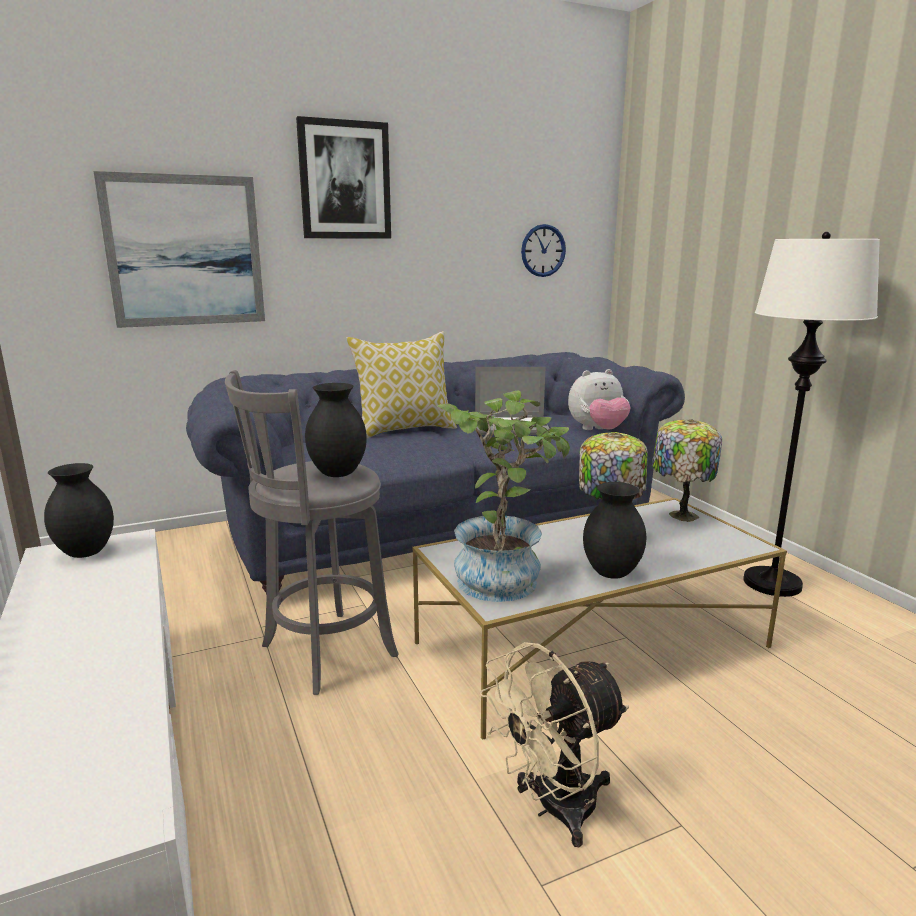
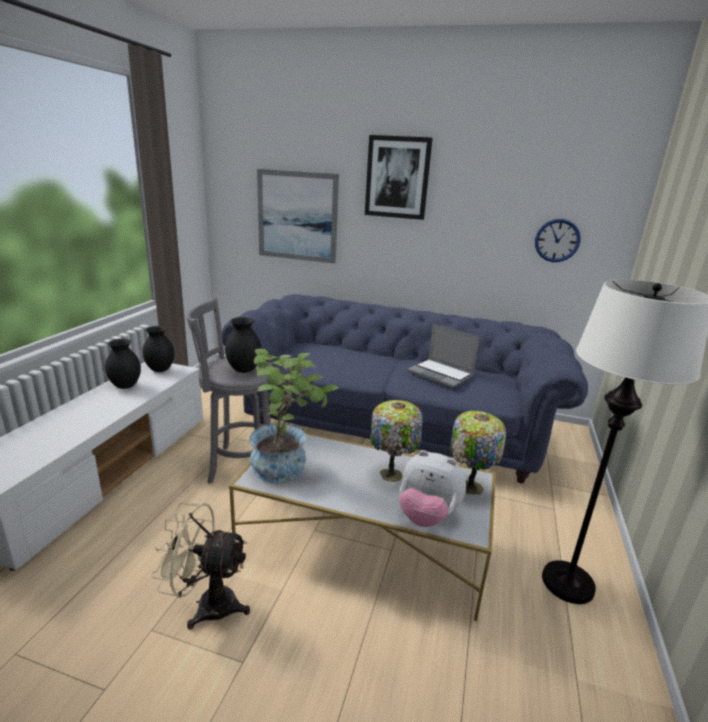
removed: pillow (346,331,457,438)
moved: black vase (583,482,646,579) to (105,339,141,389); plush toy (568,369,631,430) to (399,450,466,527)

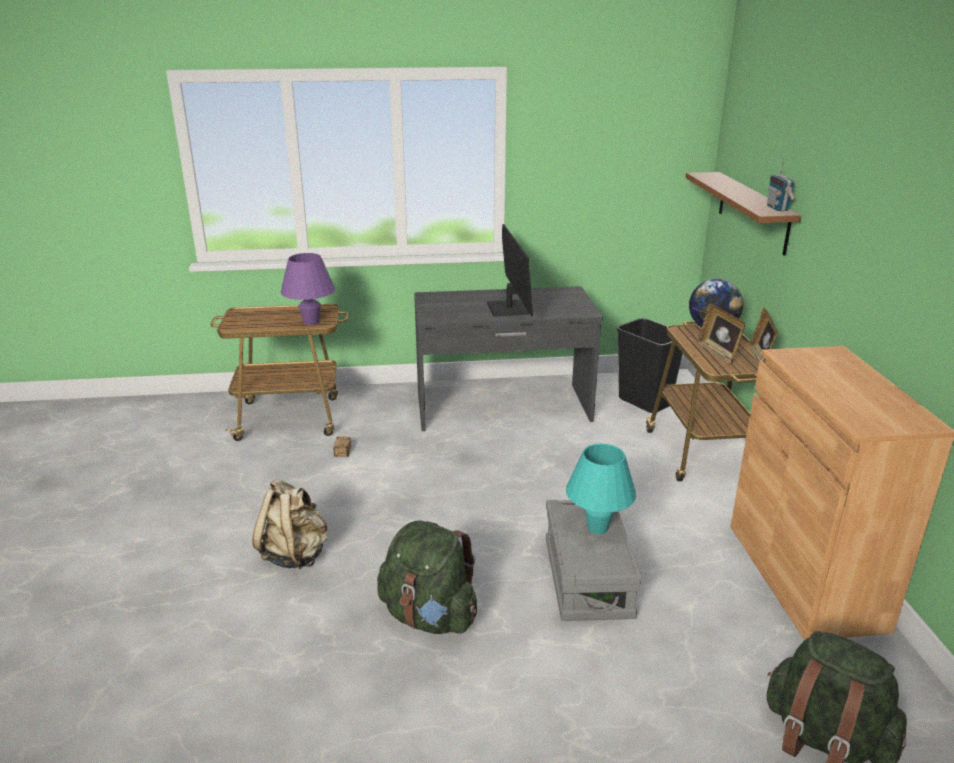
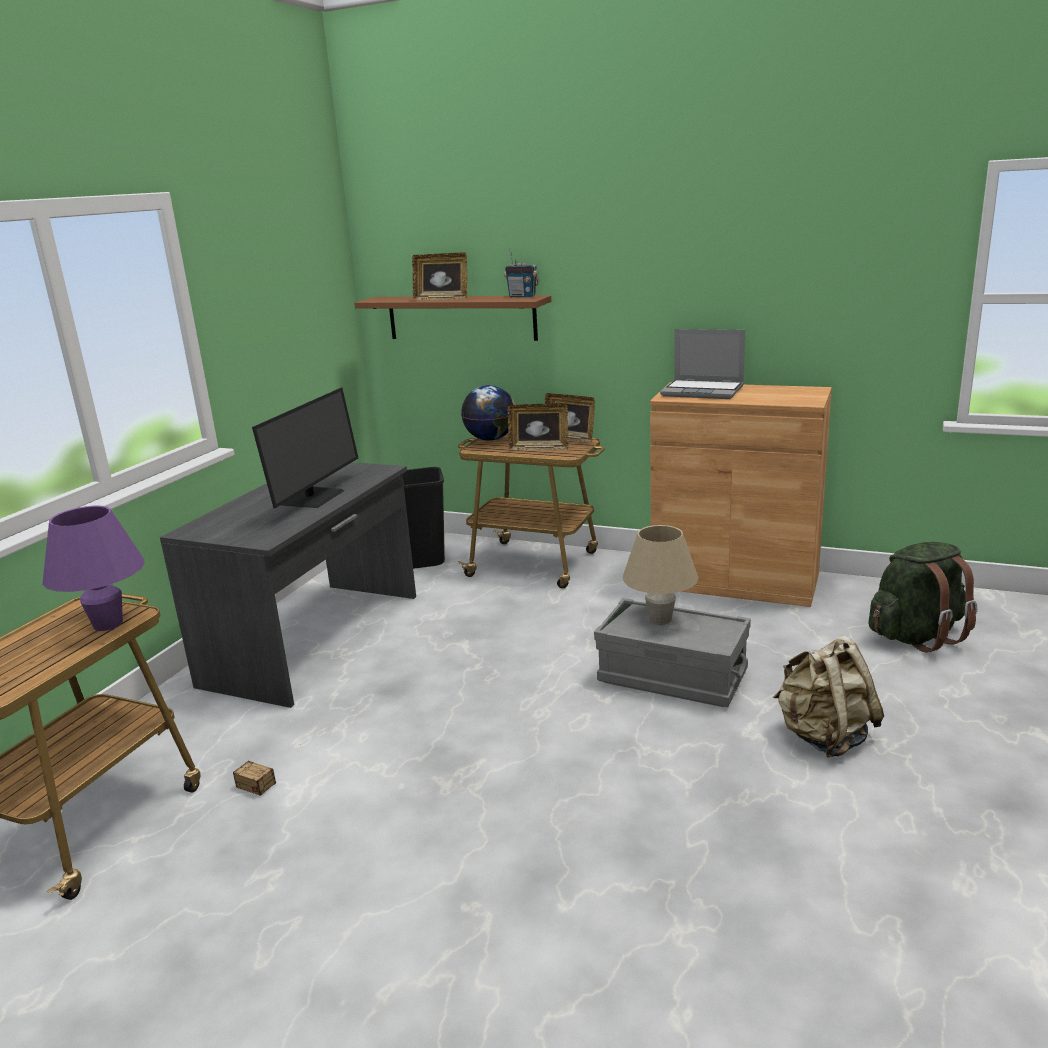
removed: green backpack (377,520,477,634)
added: picture frame (412,252,468,300); laptop (660,329,745,399)
moved: beige backpack (252,480,327,569) to (773,635,884,757)
recoloured: turquoise table lamp (566,443,636,534) to beige table lamp (622,525,699,625)
turned: monitor (487,224,533,317) = (252,387,358,508) 90 degrees clockwise

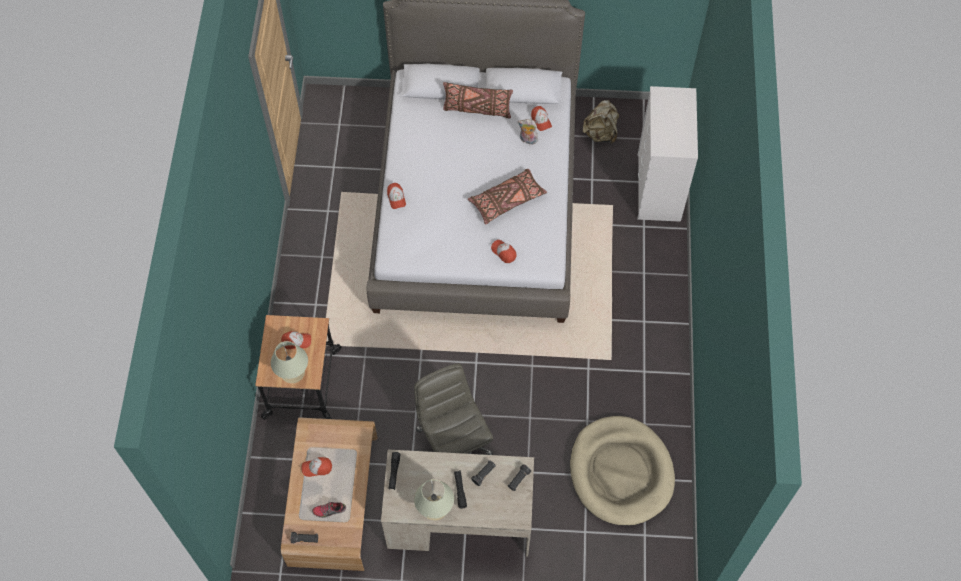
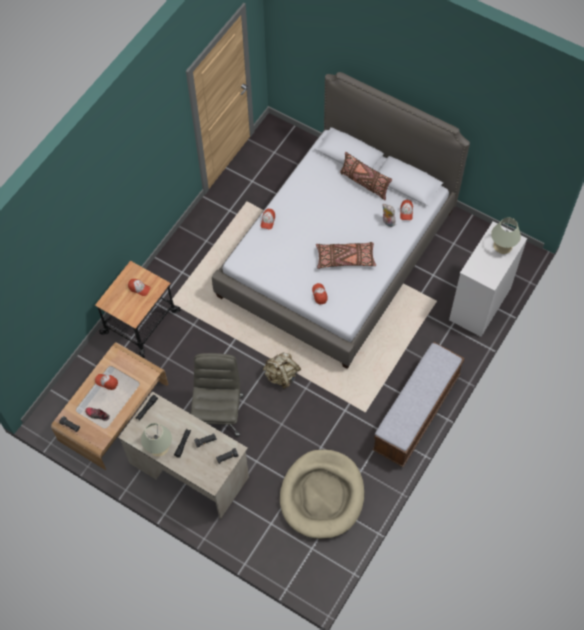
added: bench (373,342,465,467)
moved: beige backpack (582,100,619,144) to (263,352,301,389); beige table lamp (271,341,308,383) to (491,217,521,254)

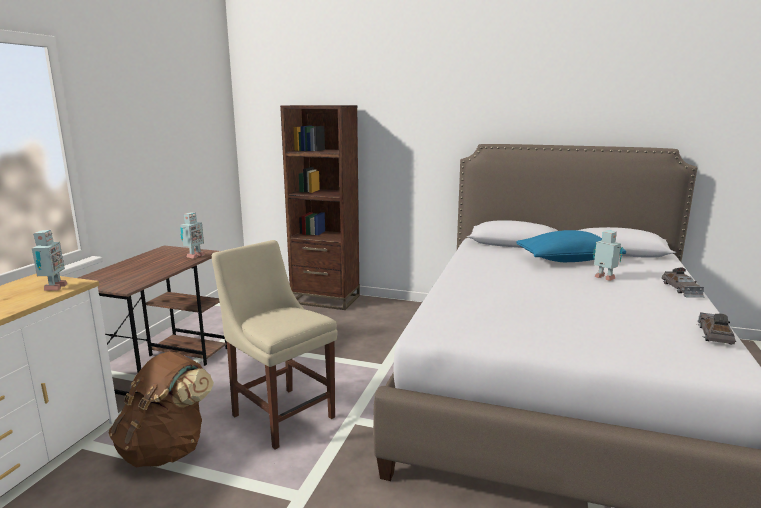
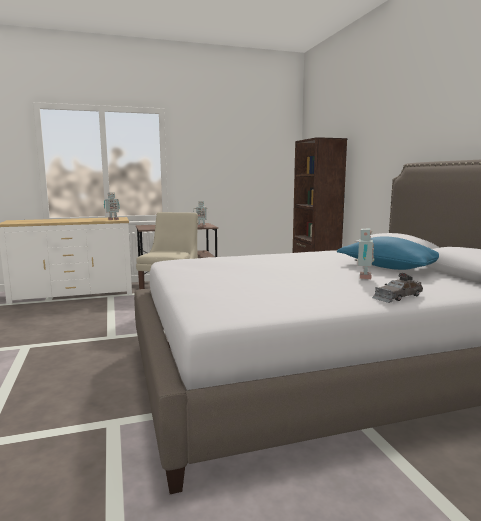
removed: brown backpack (108,351,214,468); grey toy car (697,312,736,345)

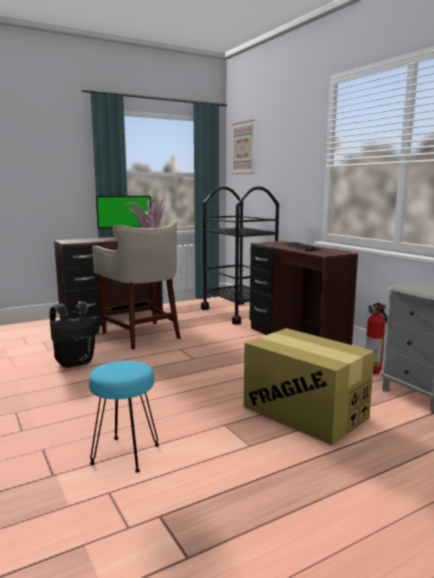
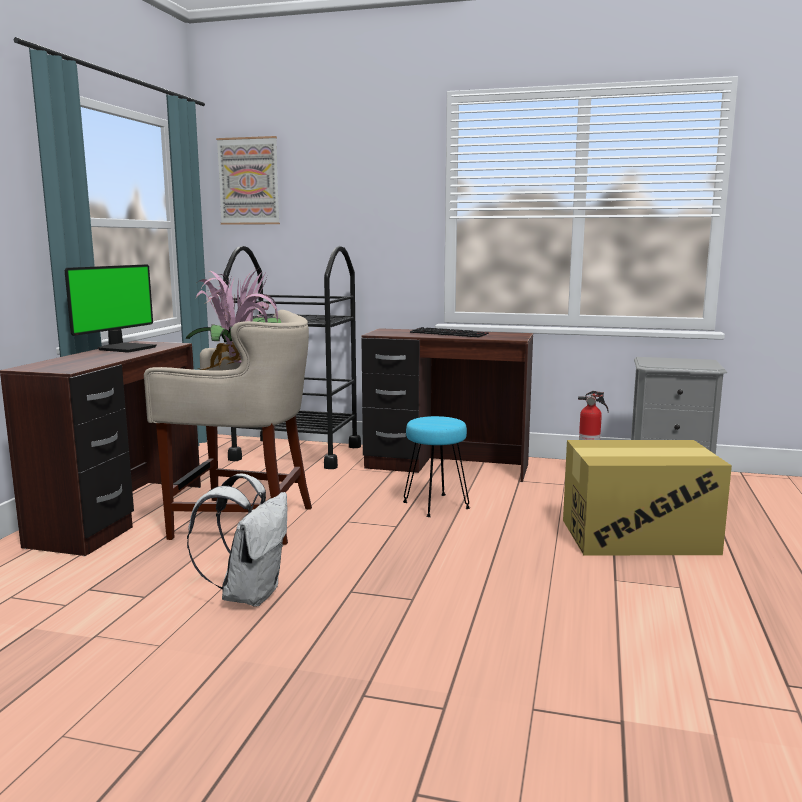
moved: turquoise stool (89,361,159,472) to (403,416,470,517)
recoloured: black backpack (50,301,100,368) to white backpack (187,474,288,606)

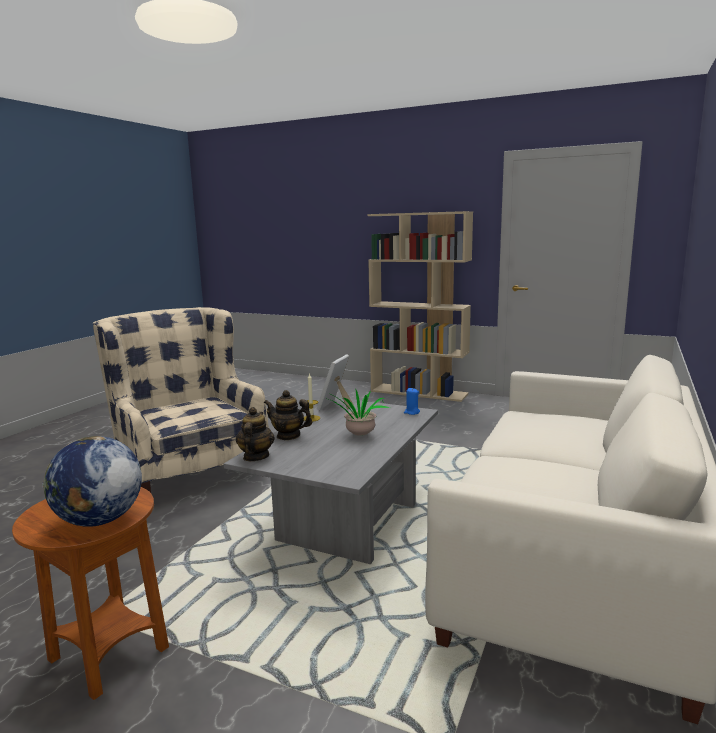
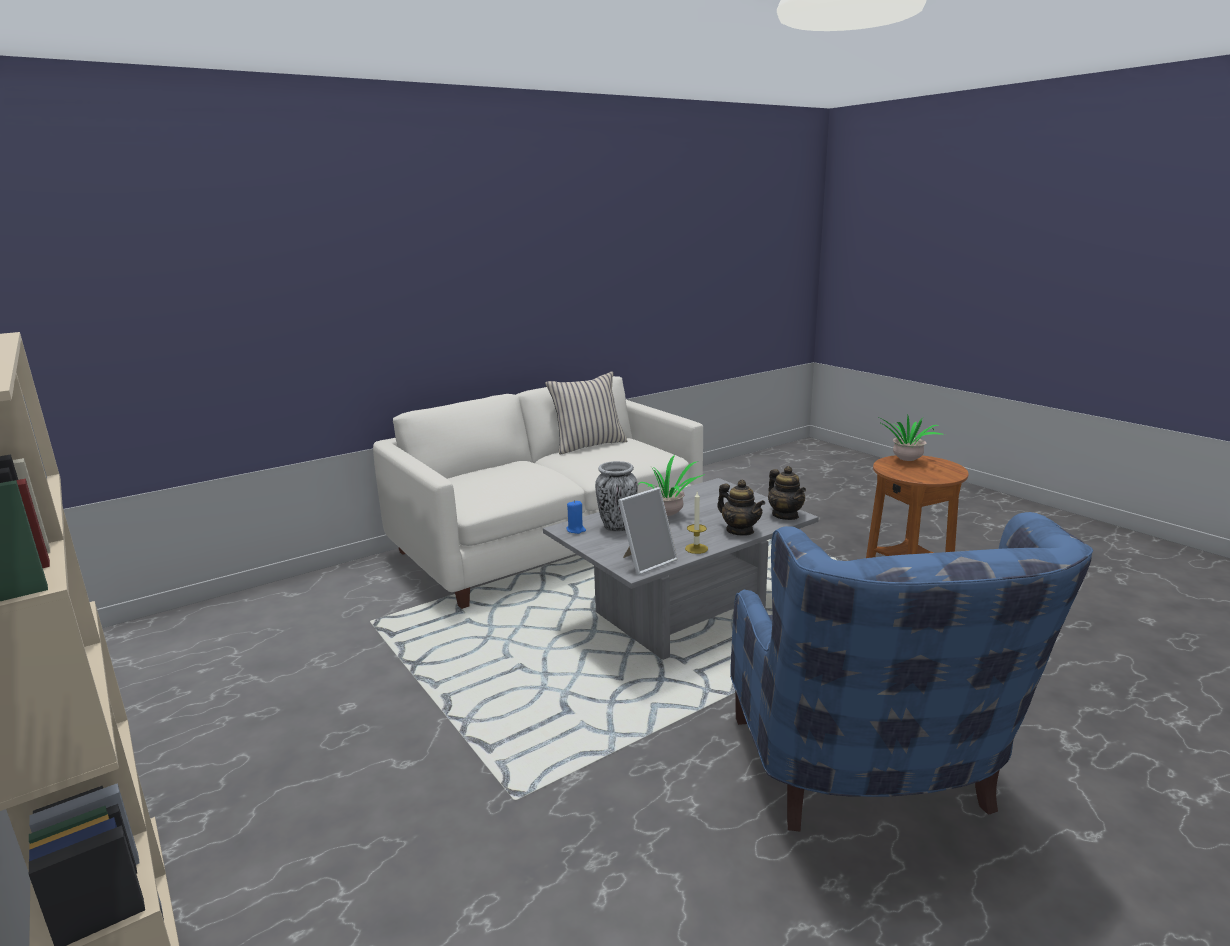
added: beige pillow (545,372,627,454); vase (595,461,638,532)
replaced: globe (42,436,142,527) to potted plant (879,415,945,461)
recoloured: beige armchair (93,307,269,493) to blue armchair (730,512,1093,832)
turned: teapot (236,407,275,461) = (768,466,806,520) 60 degrees counterclockwise

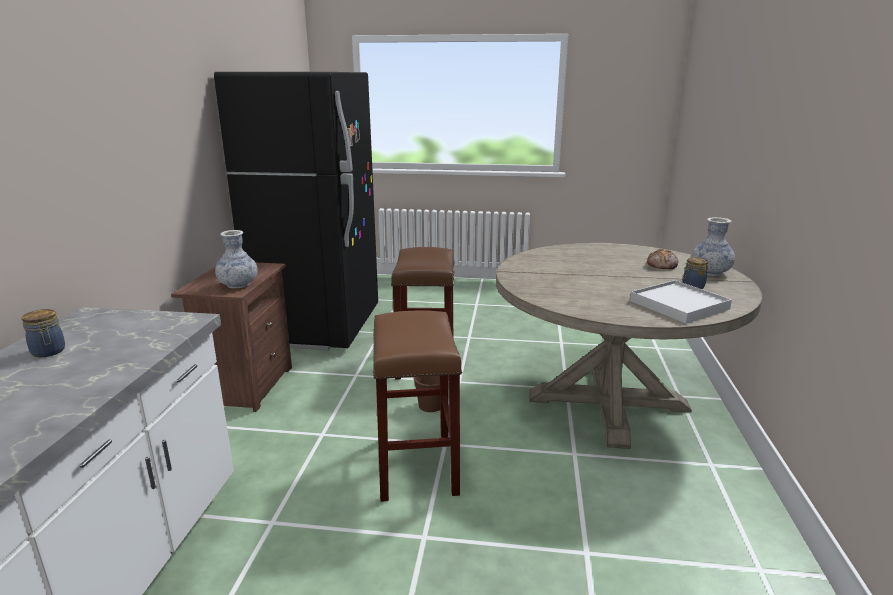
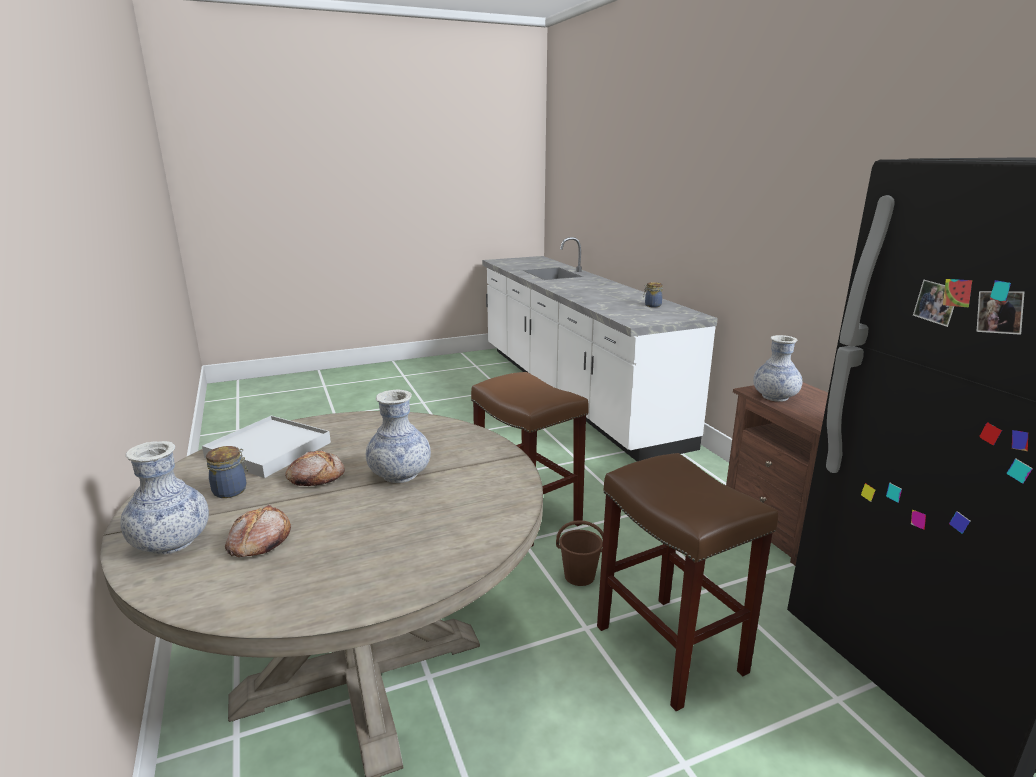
added: bread (285,450,345,486); vase (366,390,431,483)

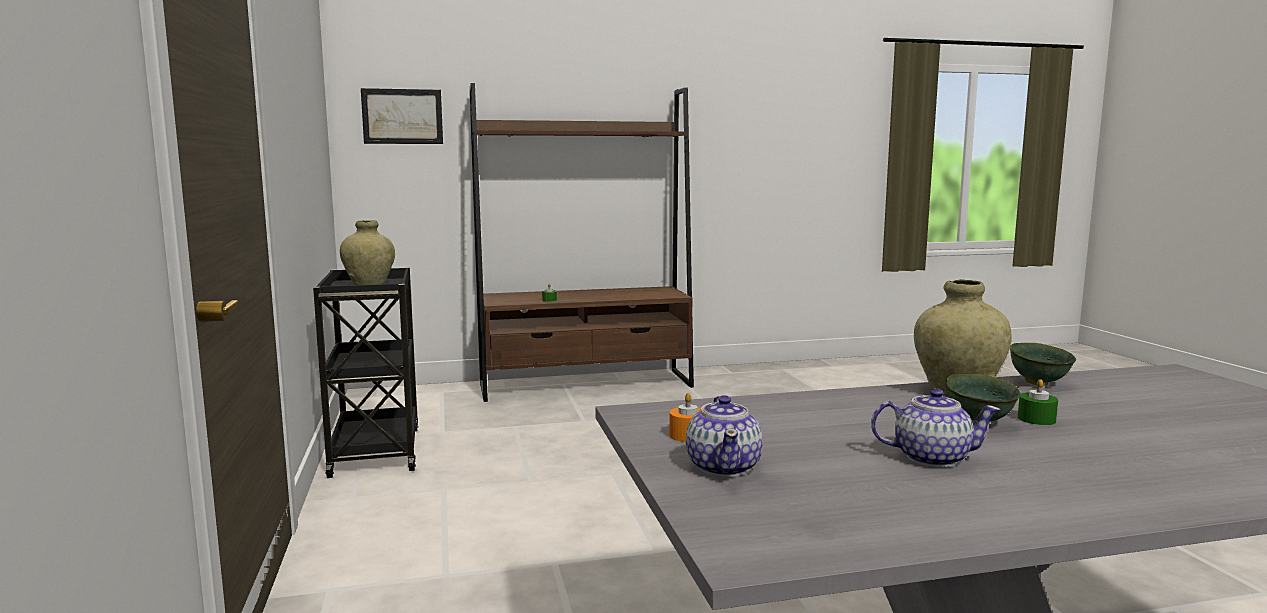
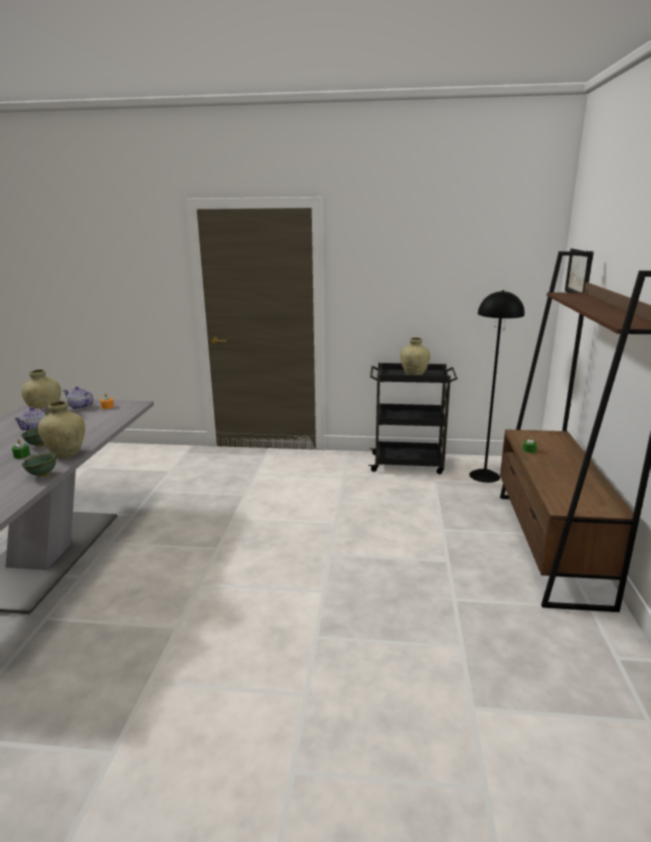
added: beige vase (22,369,61,416); black floor lamp (469,290,525,483)

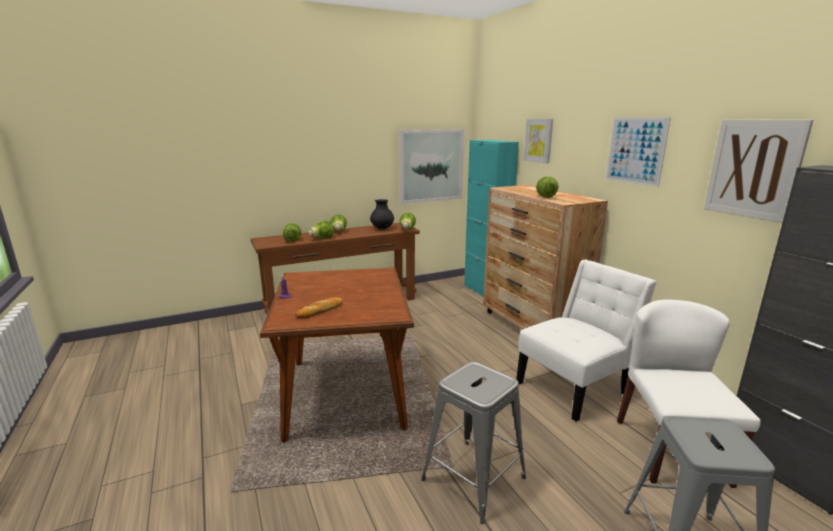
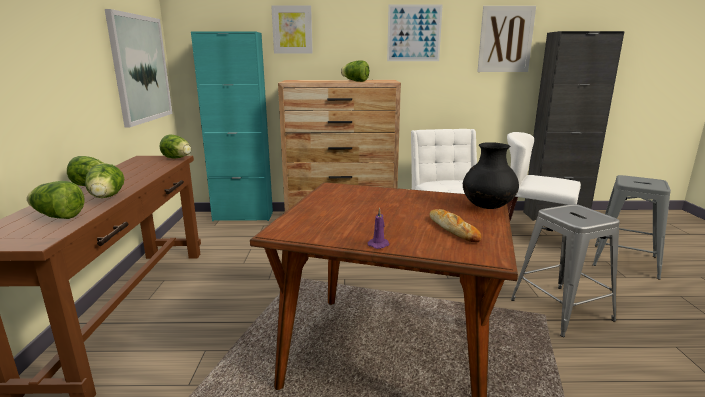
moved: black vase (370,199,394,229) to (463,142,519,209)

